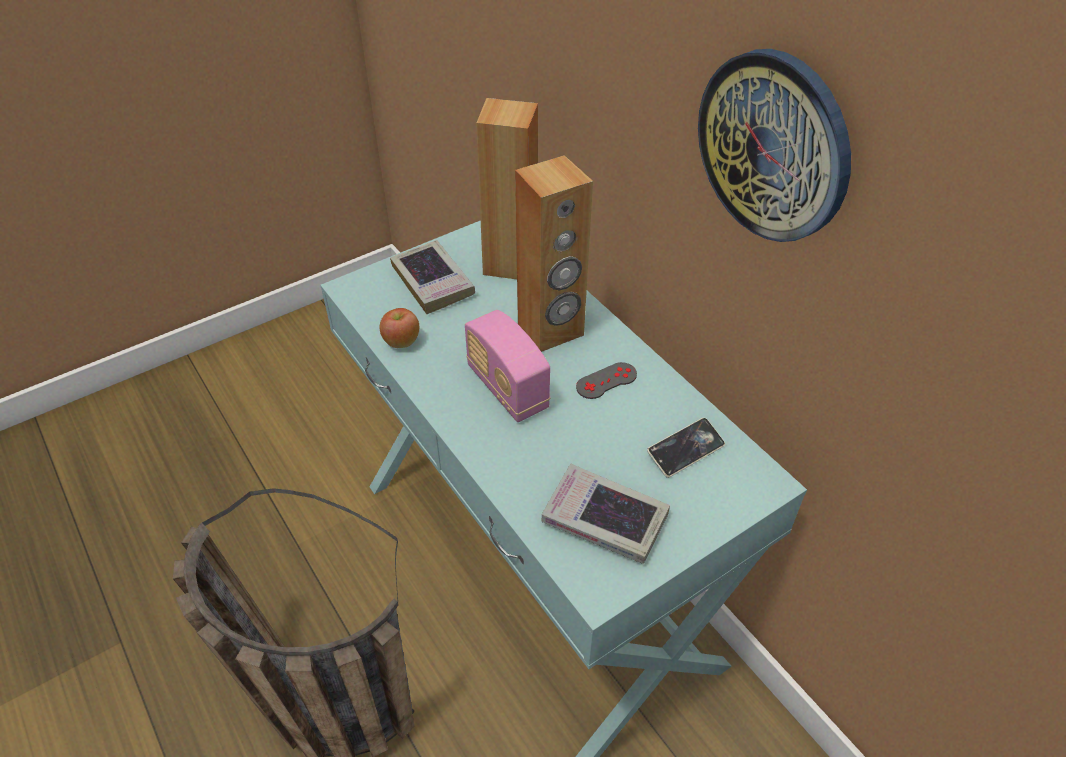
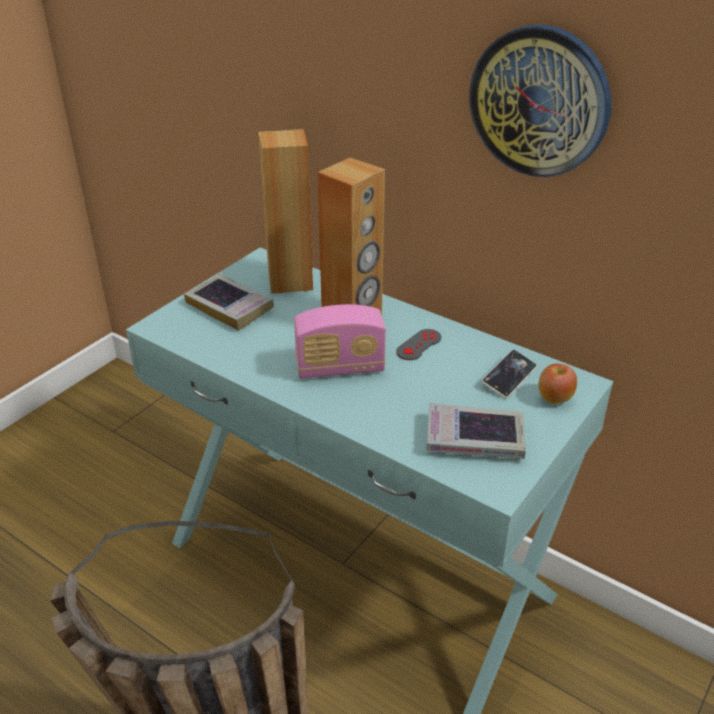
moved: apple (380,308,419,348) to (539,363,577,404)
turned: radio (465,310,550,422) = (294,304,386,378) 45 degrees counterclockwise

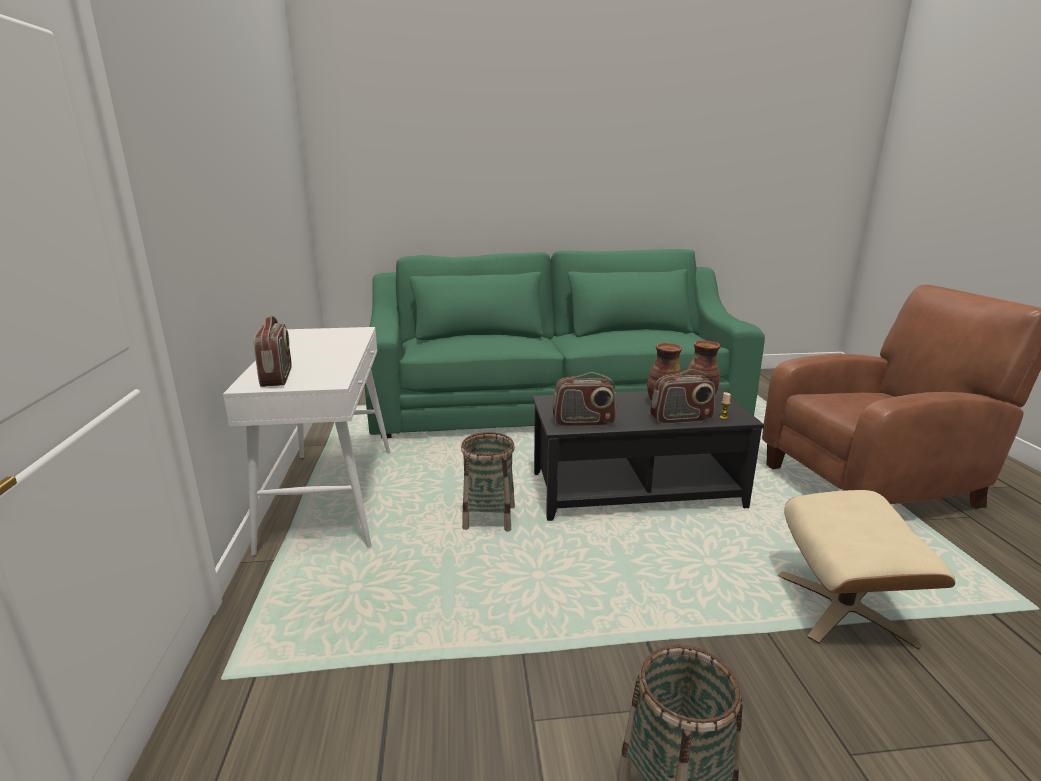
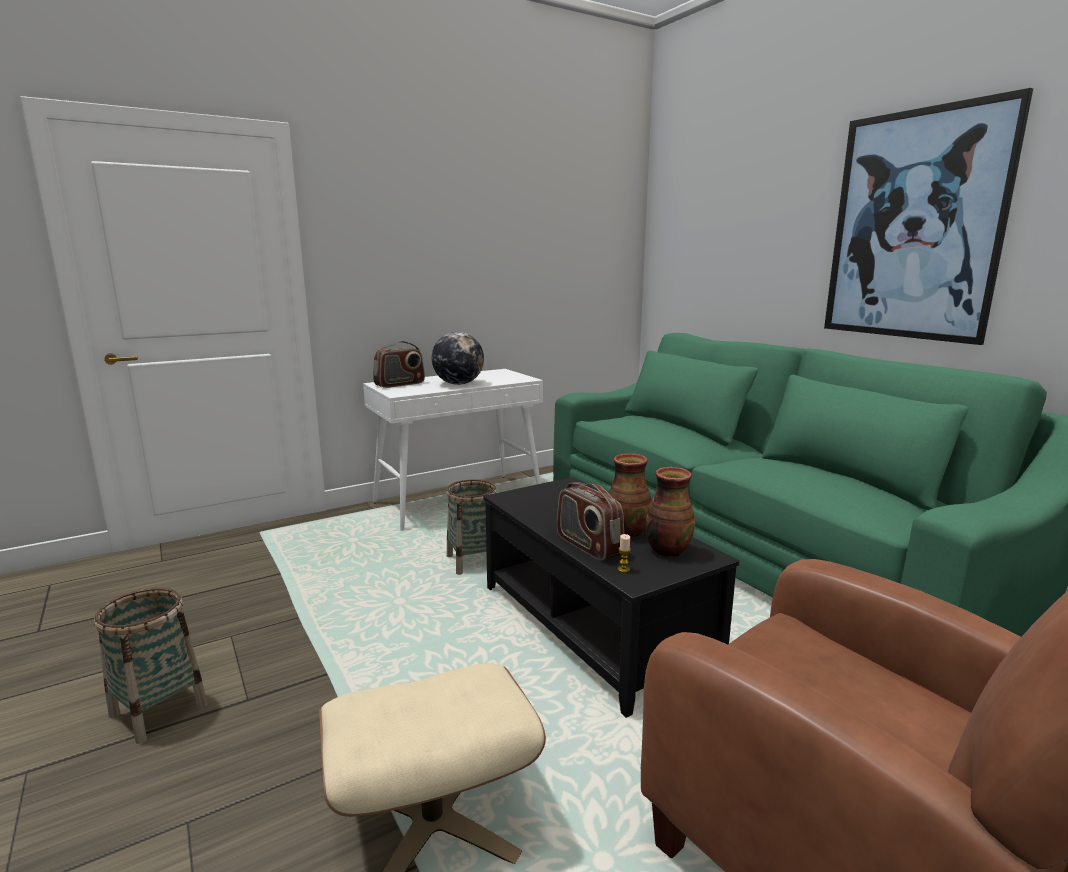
removed: radio (552,372,617,427)
added: globe (432,332,484,385); picture (824,88,1033,345)

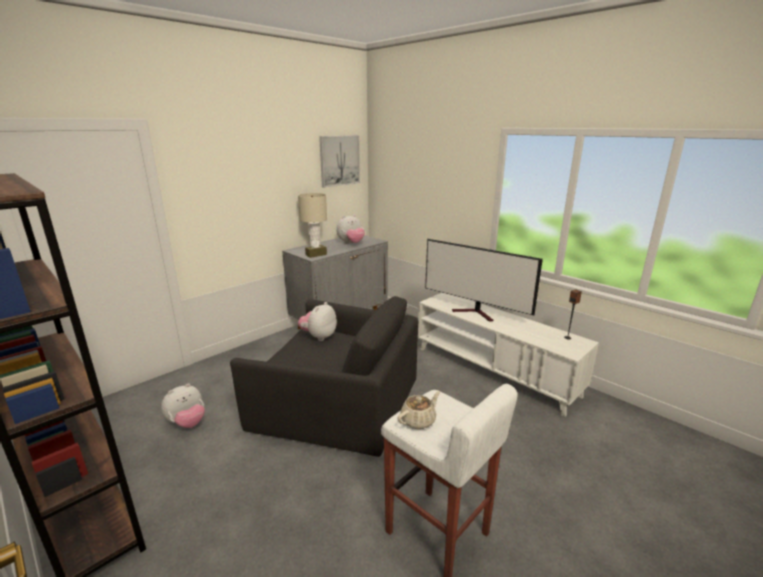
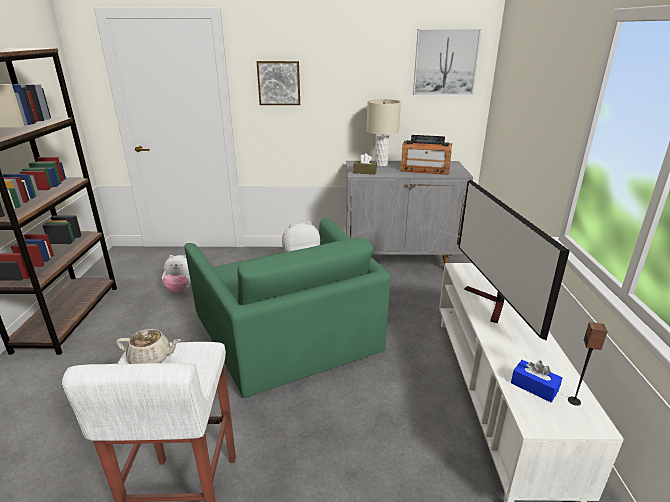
added: picture (257,61,300,105); blue tissue box (511,360,562,402)
replaced: plush toy (337,215,365,244) to radio (401,135,452,175)
recoloured: black armchair (230,296,418,457) to green armchair (184,217,391,398)

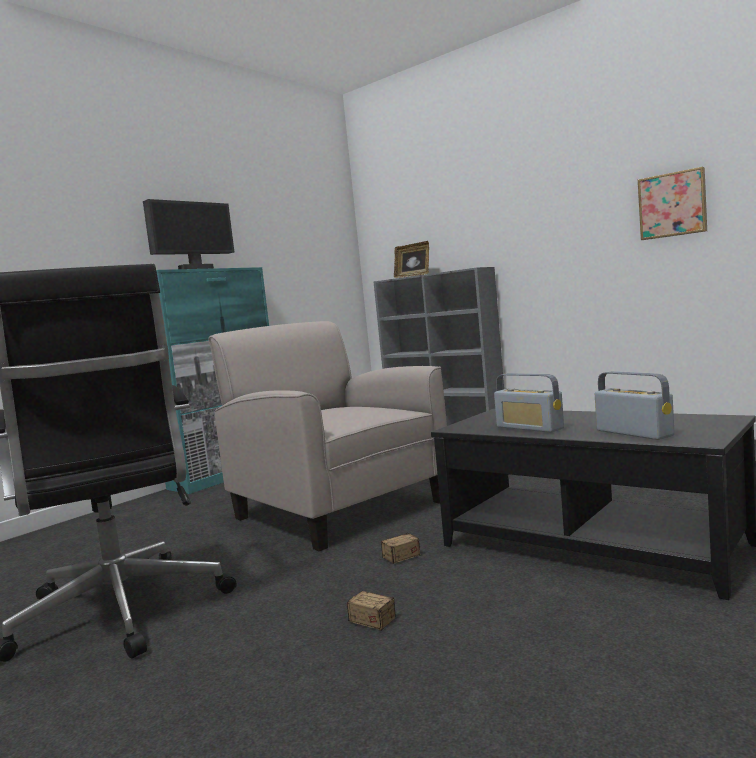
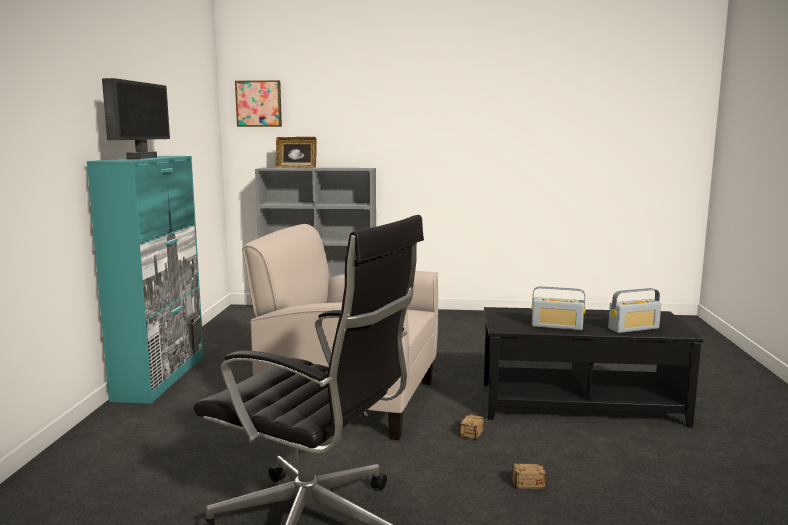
moved: picture (638,167,707,240) to (235,80,282,127)
turned: radio (595,371,675,440) = (608,288,661,333) 135 degrees clockwise

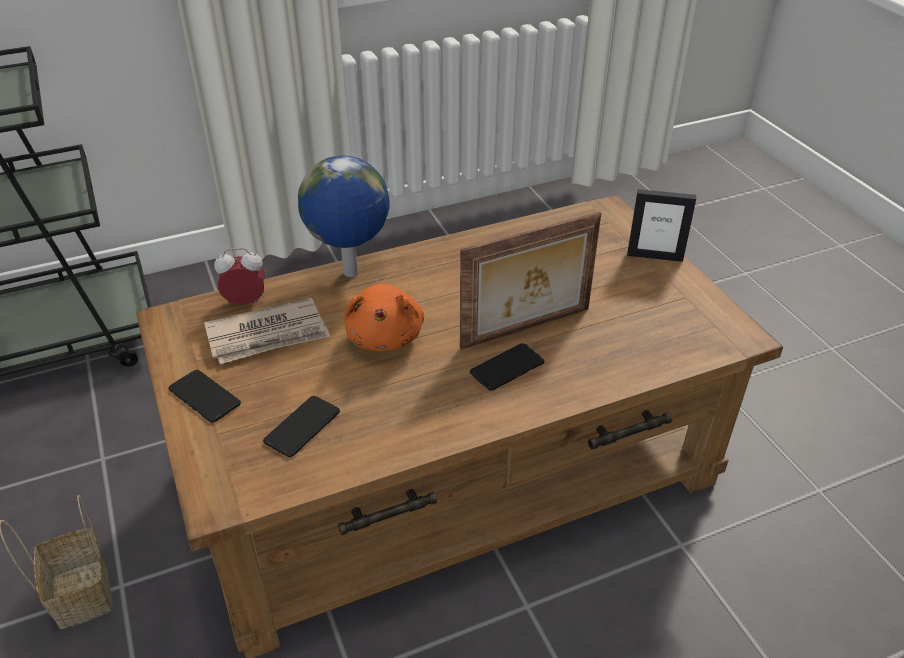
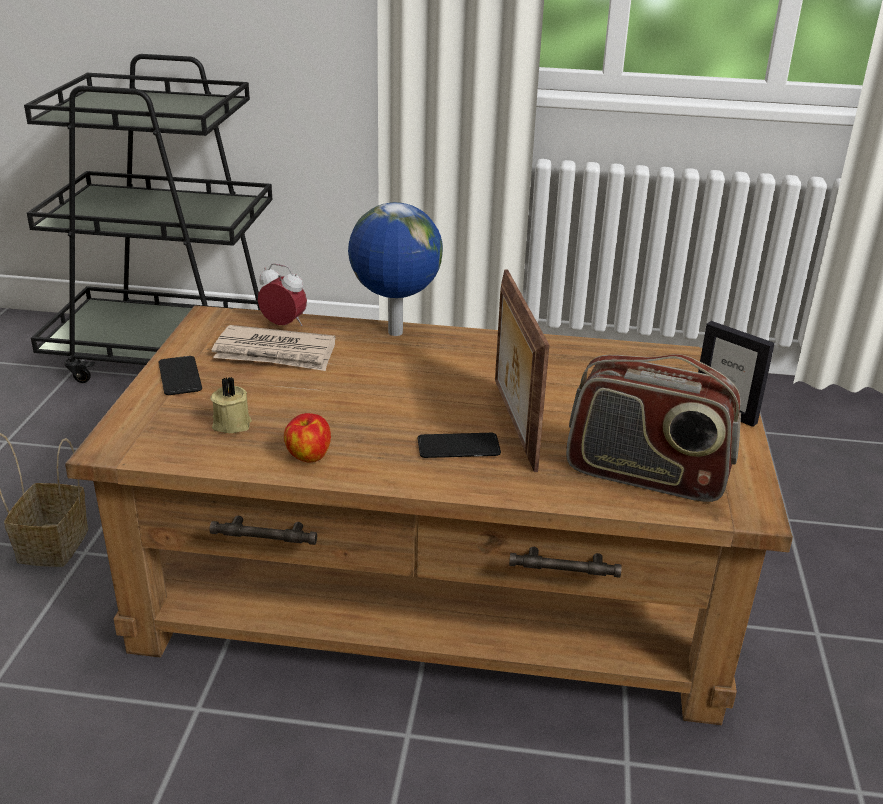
removed: orange plush toy (344,284,424,352)
added: apple (284,413,331,463); radio (566,354,741,502)
replaced: phone (263,396,340,457) to beige candle (210,377,251,433)
turned: picture frame (460,212,601,350) = (495,269,549,472) 75 degrees clockwise

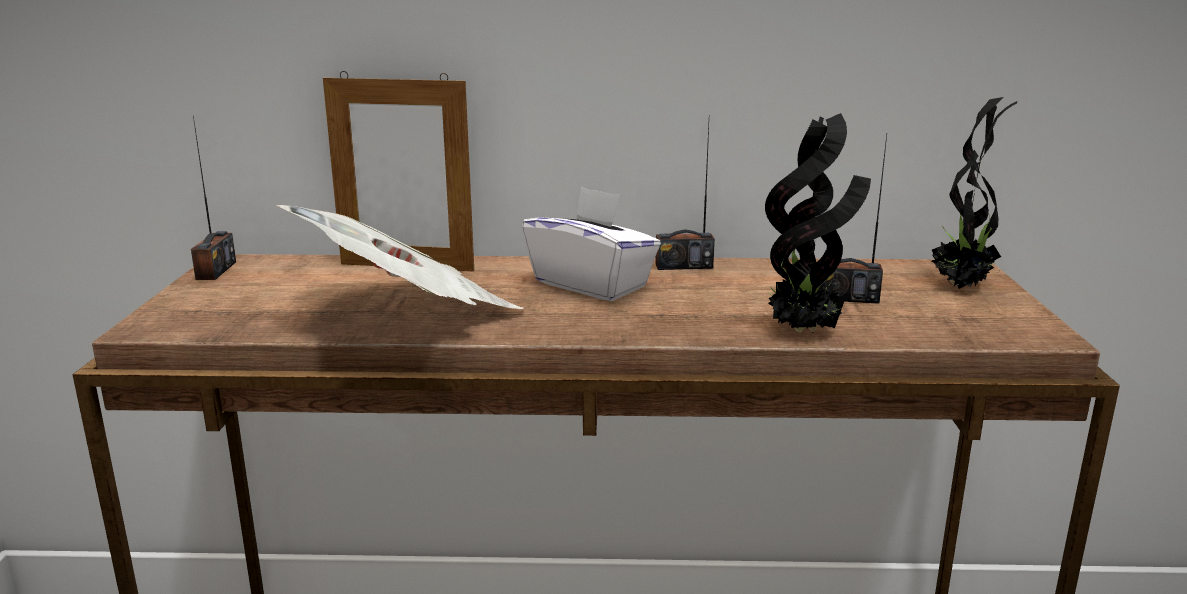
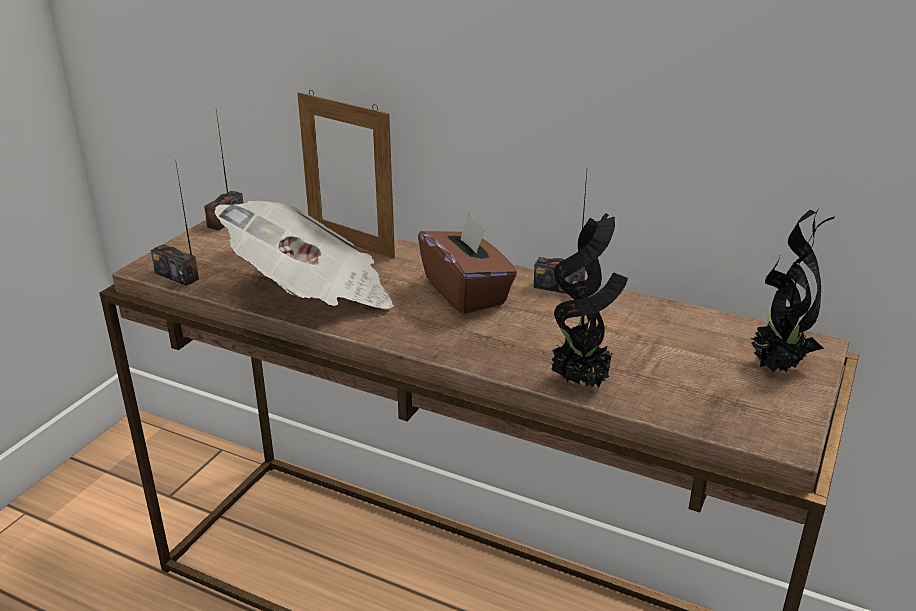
moved: radio (821,135,887,304) to (151,159,199,286)
recoloured: white tissue box (522,187,661,301) to brown tissue box (418,213,517,314)

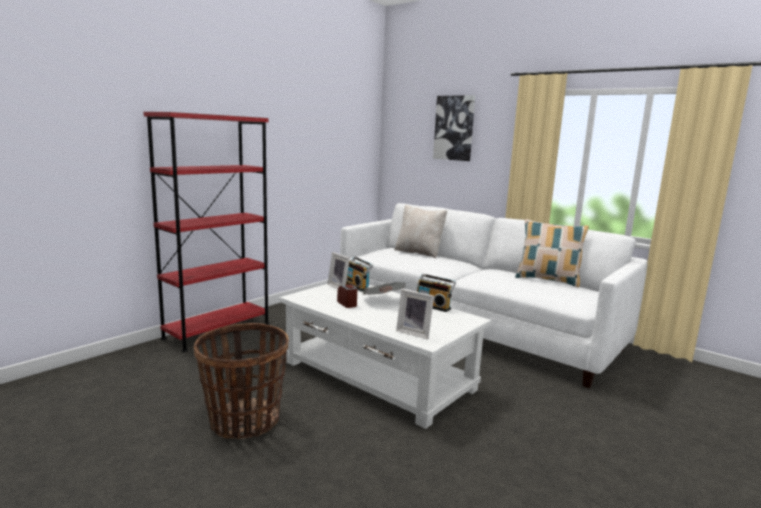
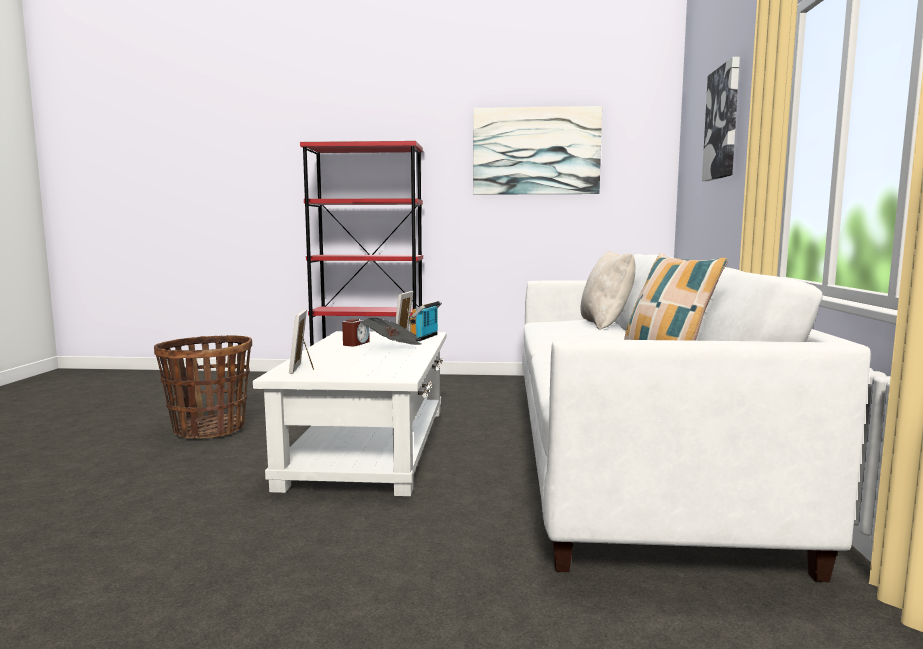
removed: radio (417,274,456,312)
added: picture (473,106,602,195)

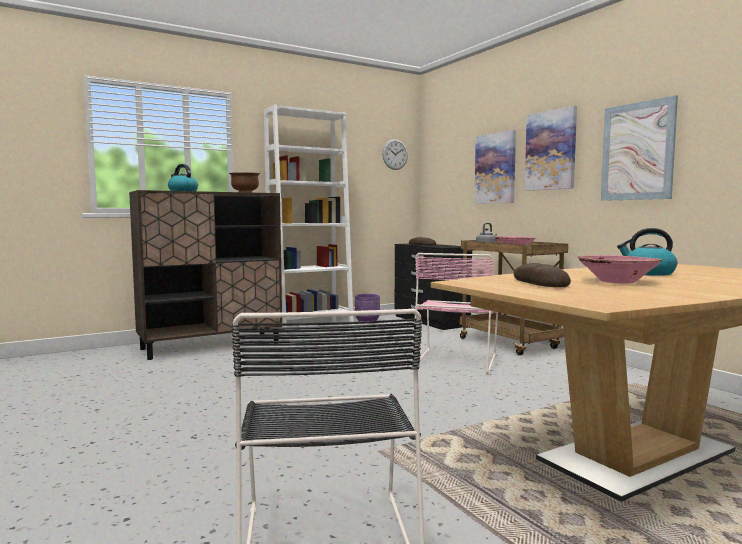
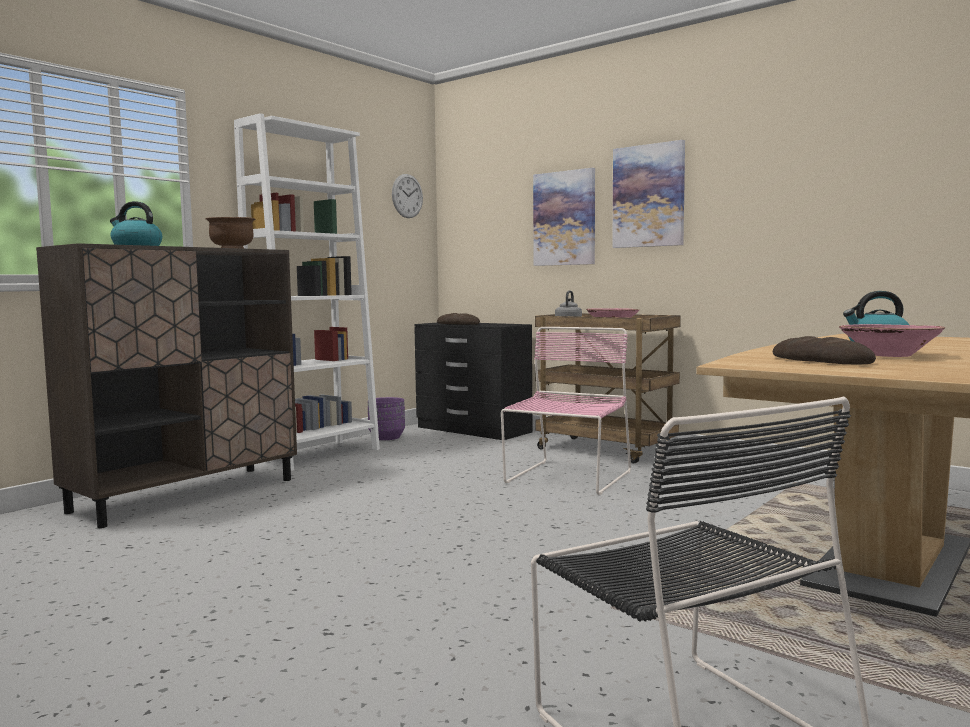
removed: picture (601,95,678,201)
turned: pink chair (412,253,498,375) = (501,327,631,495) 150 degrees counterclockwise

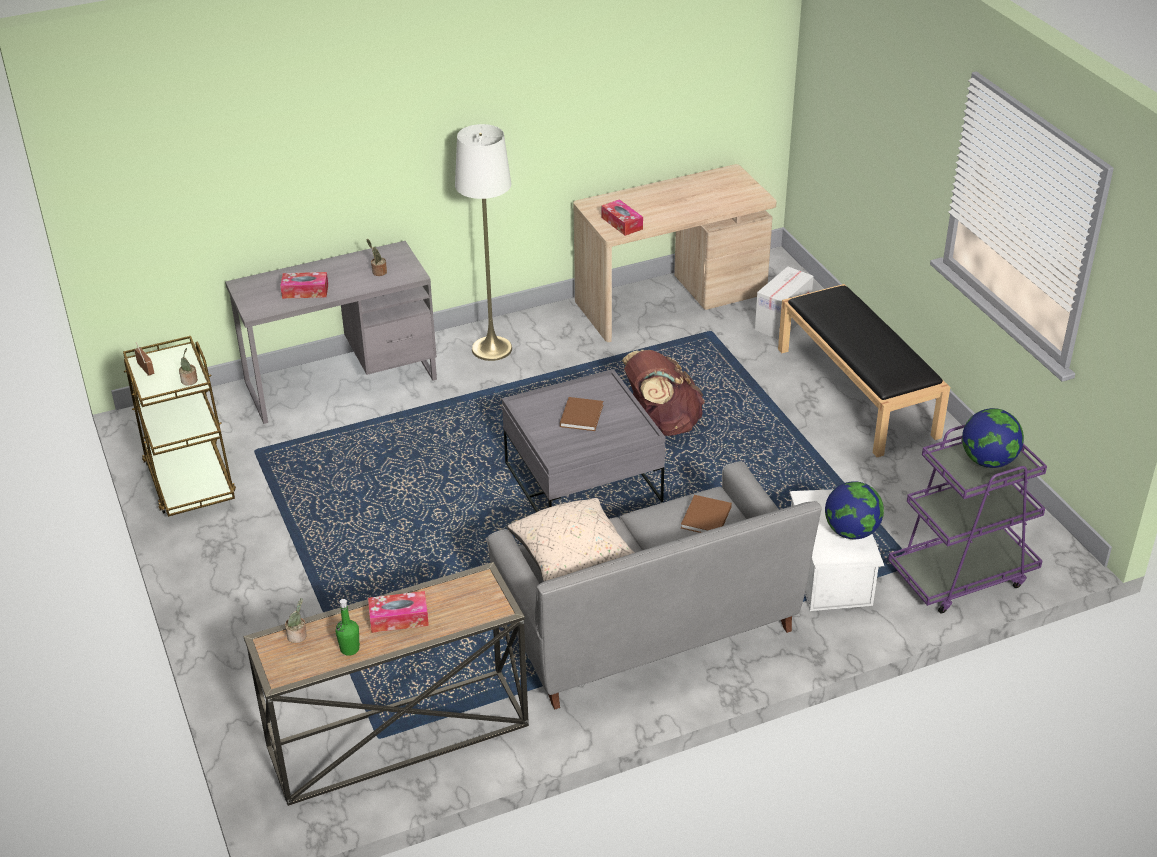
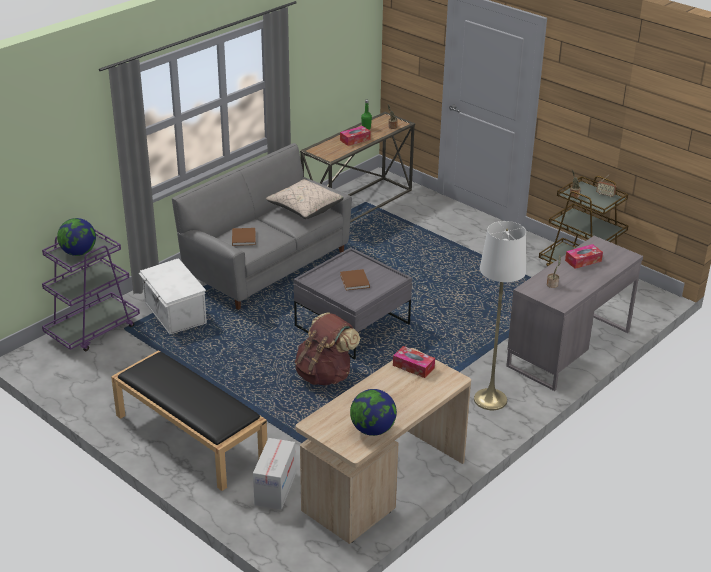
moved: globe (825,481,884,539) to (350,389,397,436)

